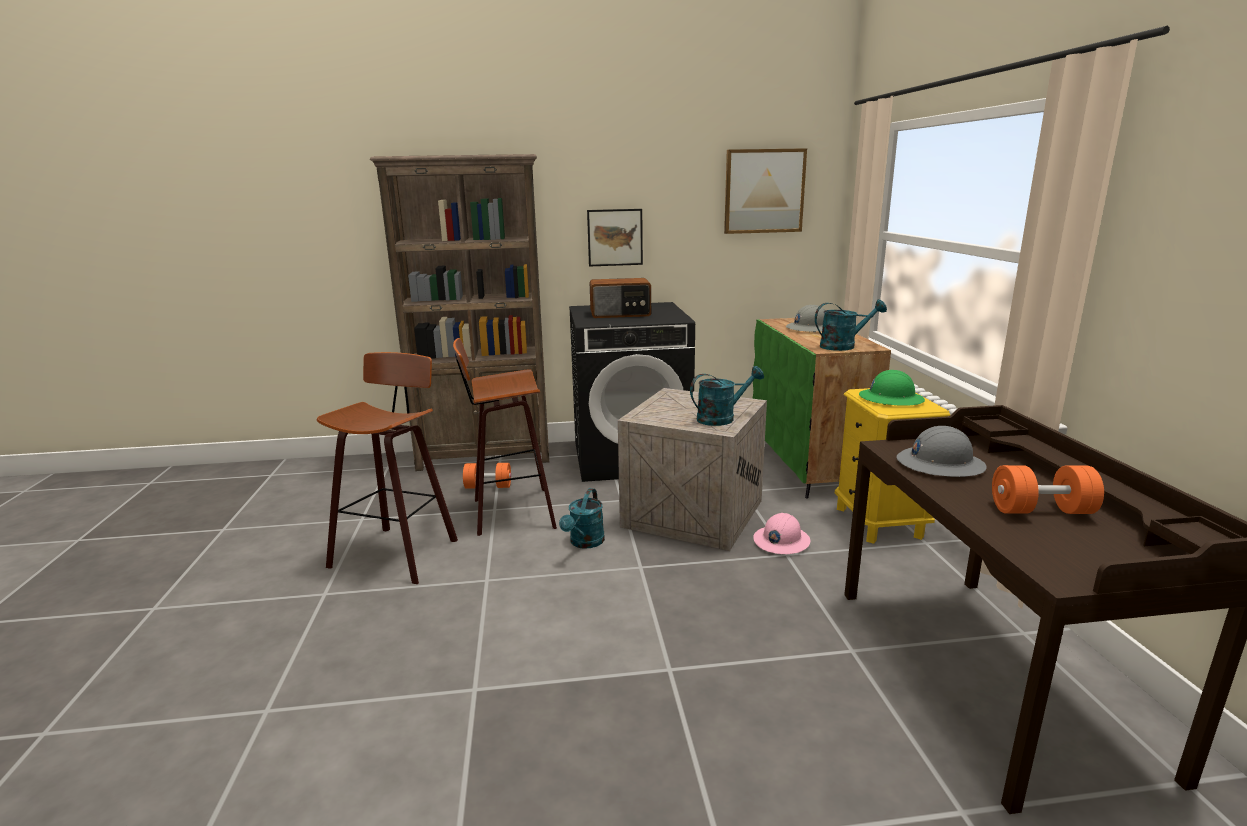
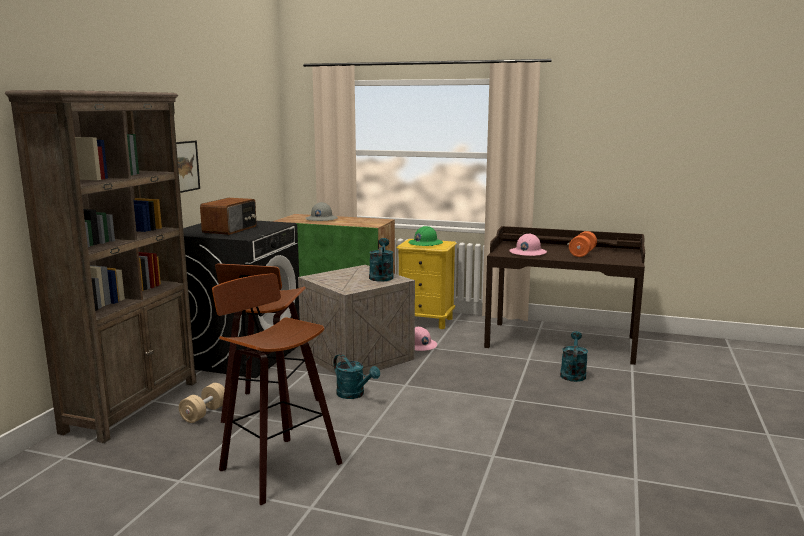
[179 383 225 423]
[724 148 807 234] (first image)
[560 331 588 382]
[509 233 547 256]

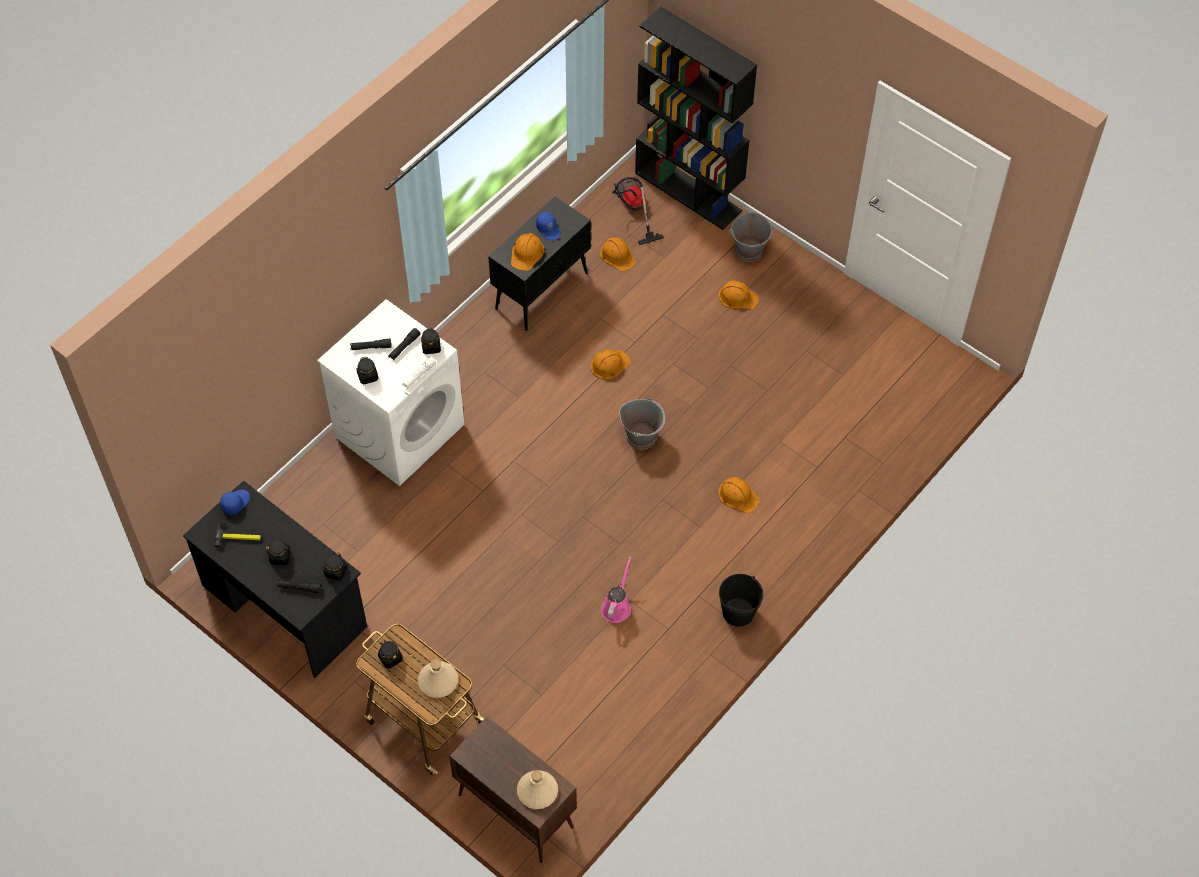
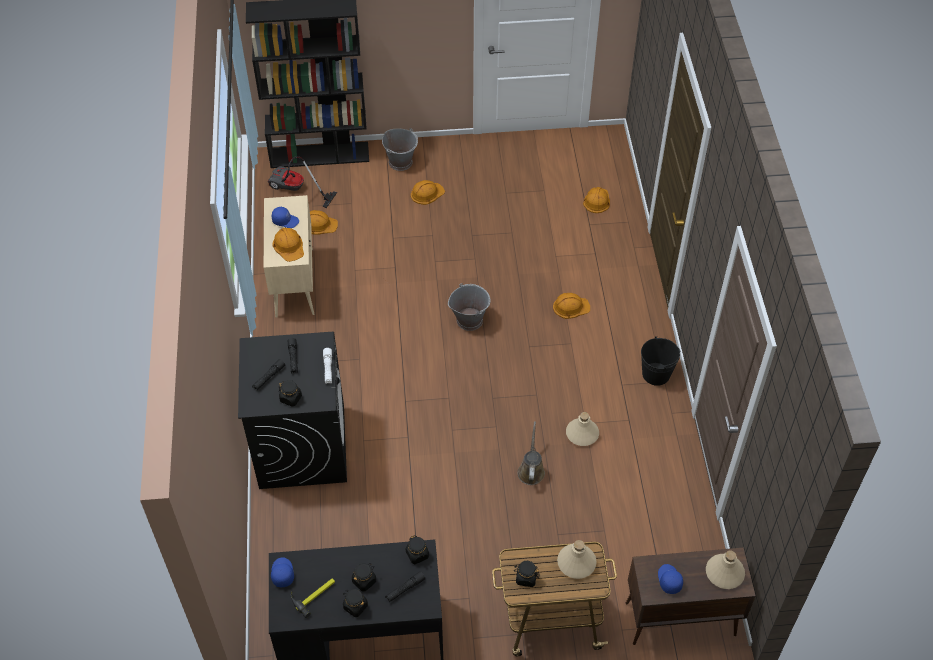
[238 332 347 489]
[343 589 368 617]
[264 195 314 318]
[583 187 610 213]
[566 412 599 446]
[518 422 545 485]
[658 564 683 594]

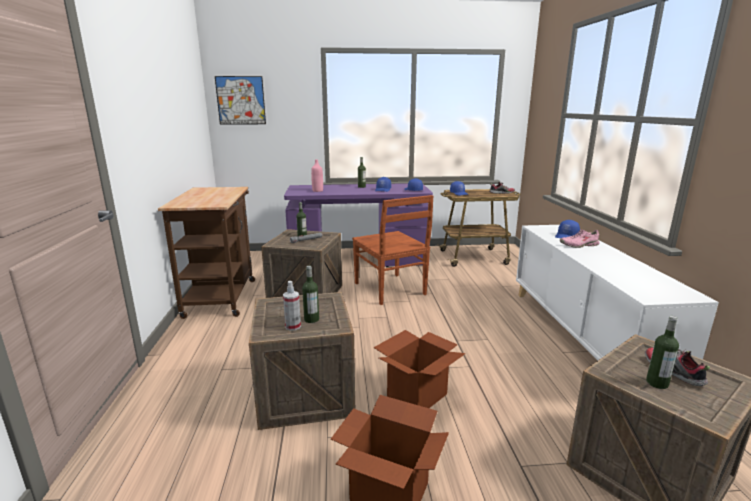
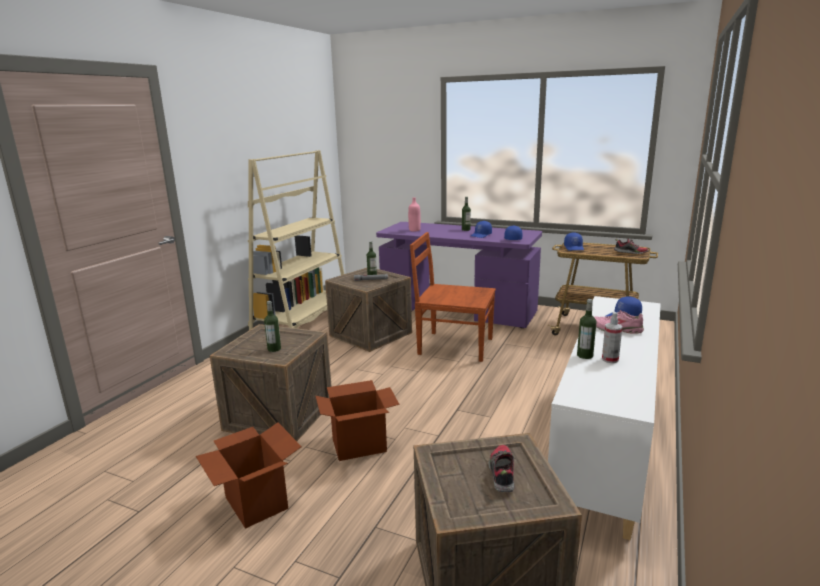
[248 150 344 330]
[215 76 266 125] (first image)
[602 312 622 363]
[410 232 496 362]
[577 299 596 359]

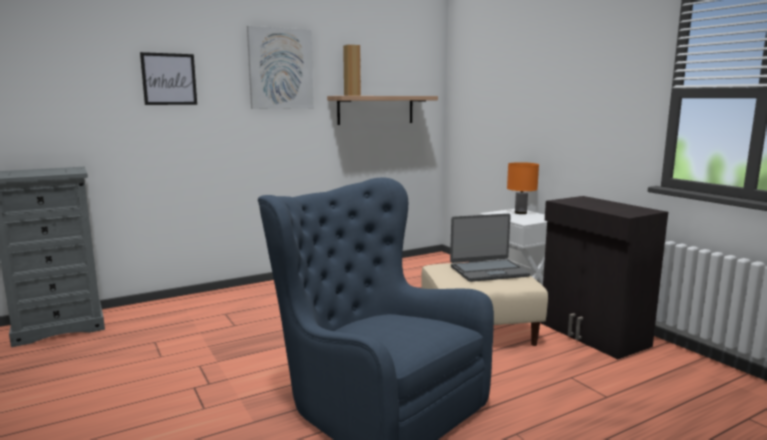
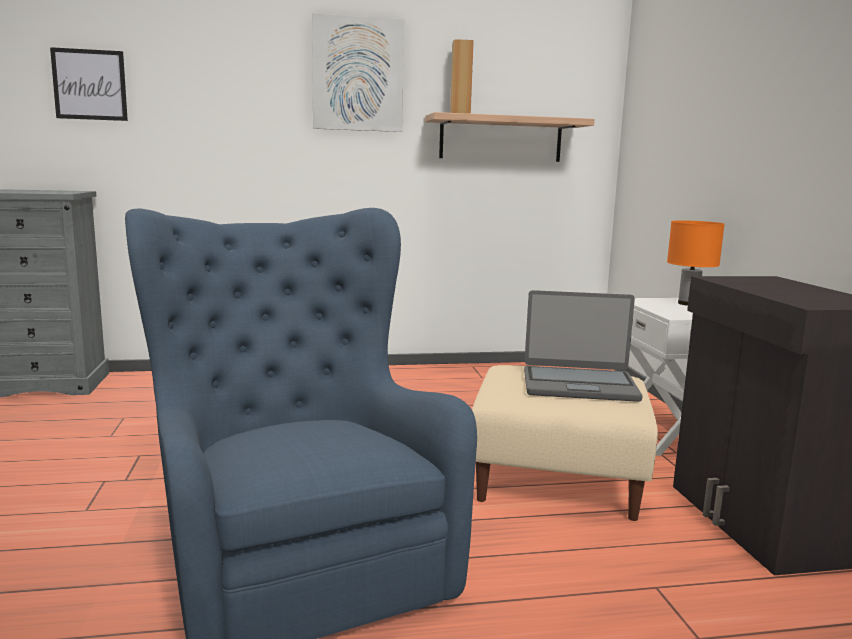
[50 47 128 121]

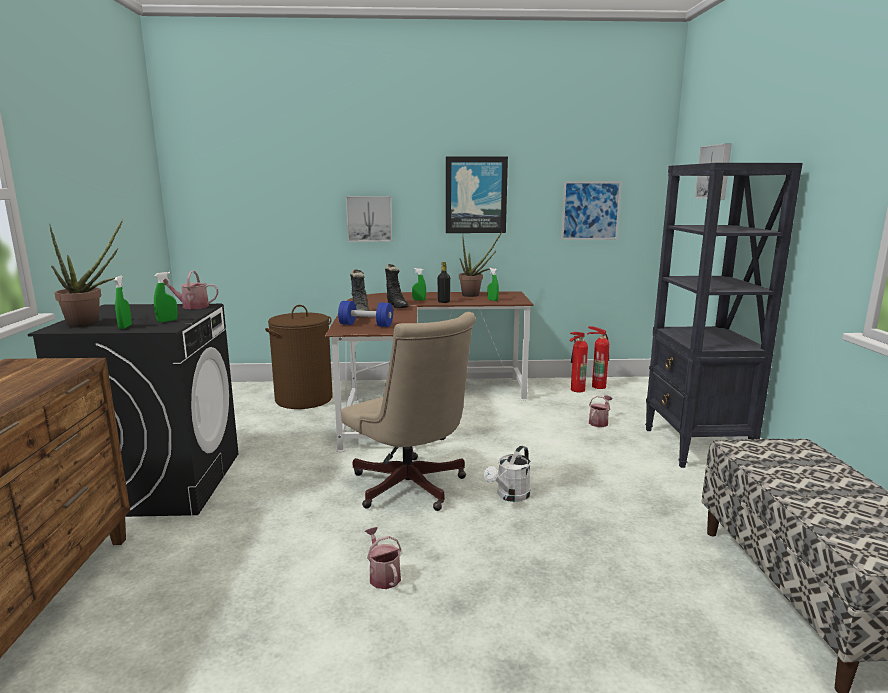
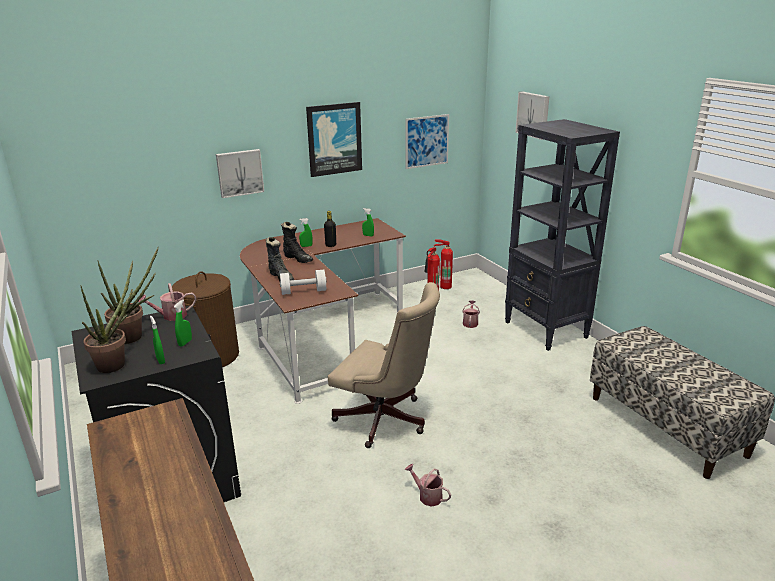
[280 270 327 295]
[98 247 159 344]
[484 446 531 502] (first image)

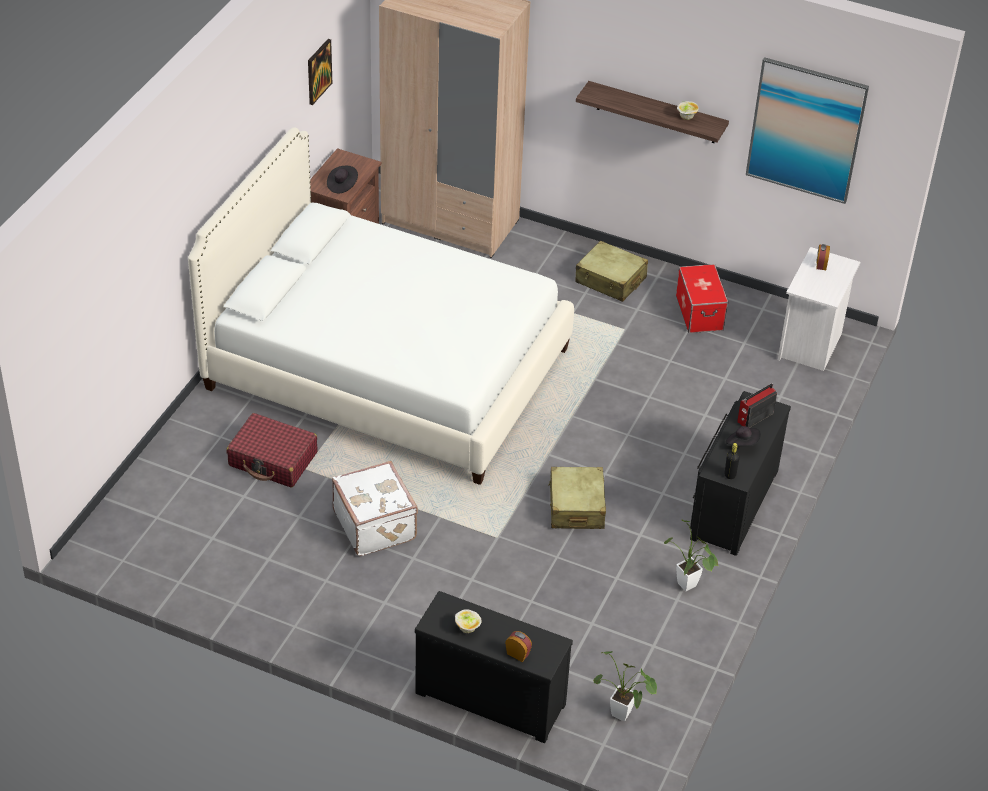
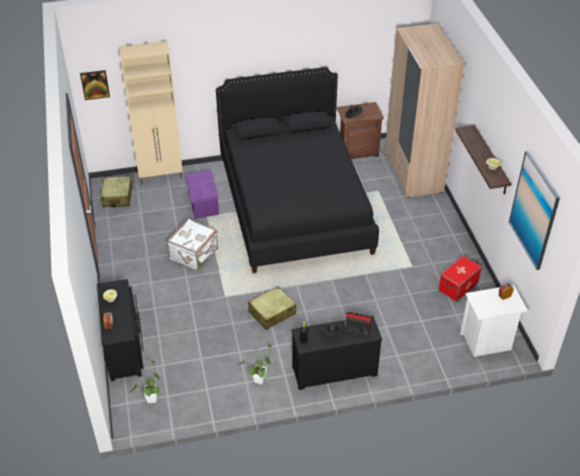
[216 67 379 273]
[185 170 219 219]
[80 70 110 100]
[101 176 132 207]
[119 41 183 185]

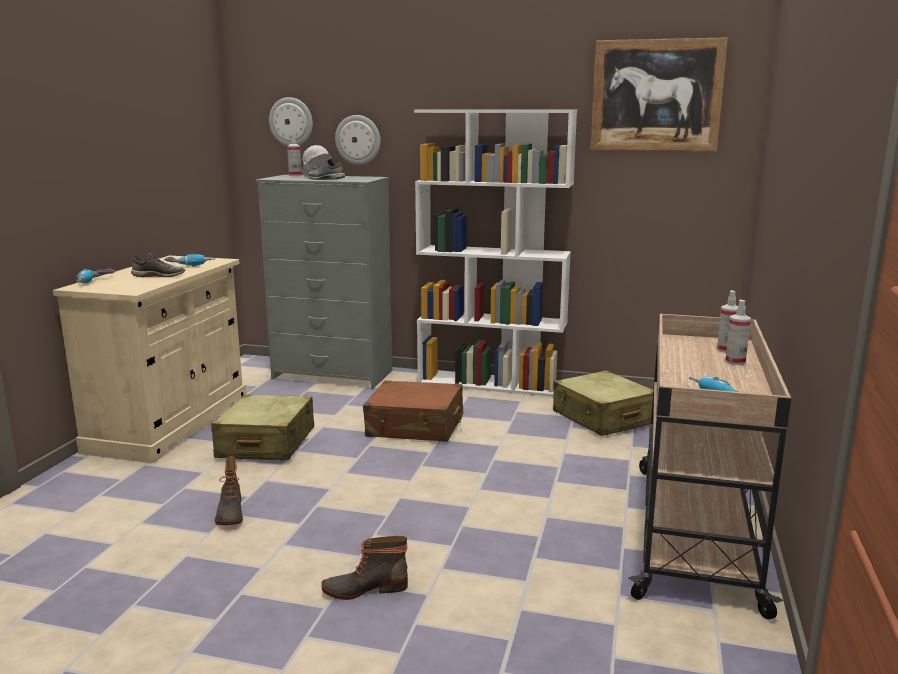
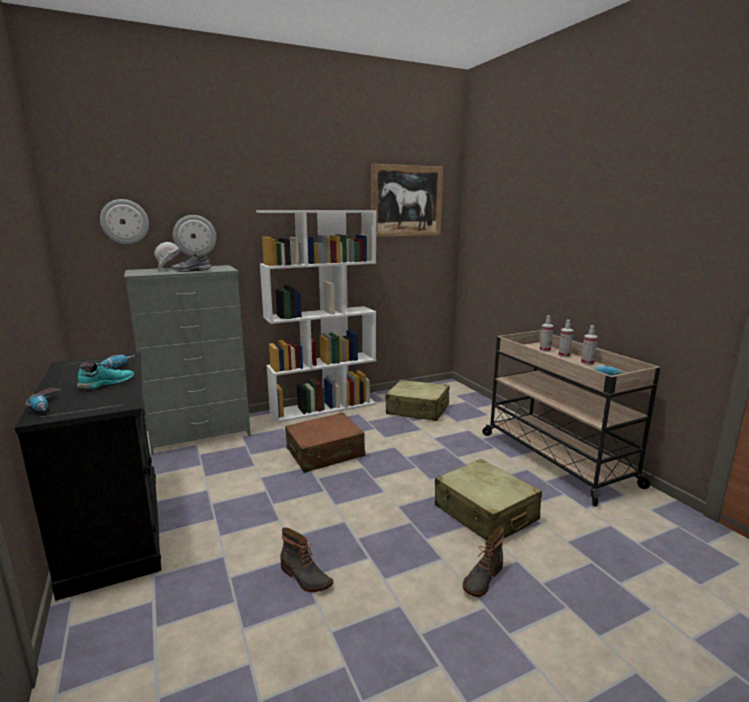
[15 353 161 601]
[77 363 134 390]
[435 459 542 541]
[581 325 598 365]

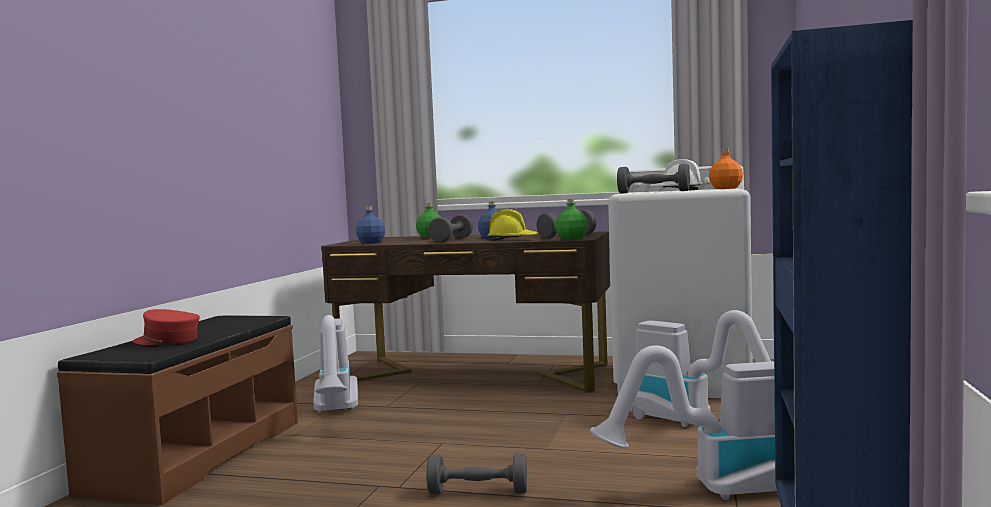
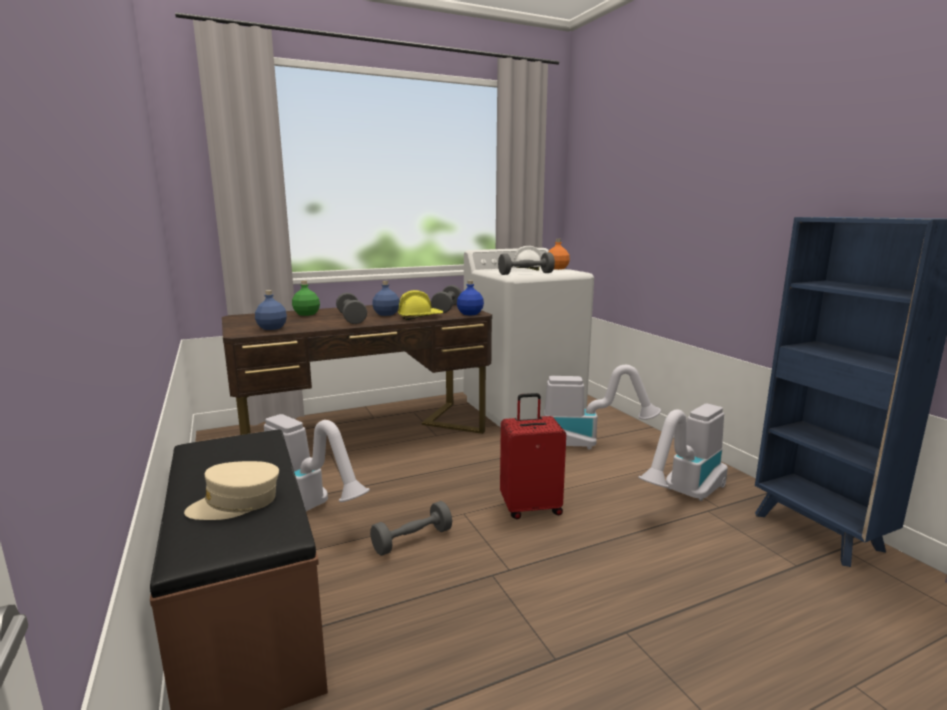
[184 461 279 520]
[370 501 452 556]
[457 280 484 315]
[500 393 566 519]

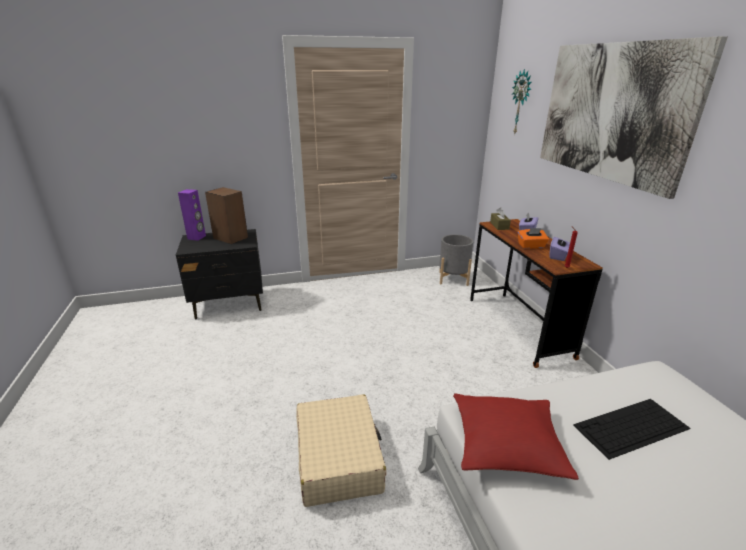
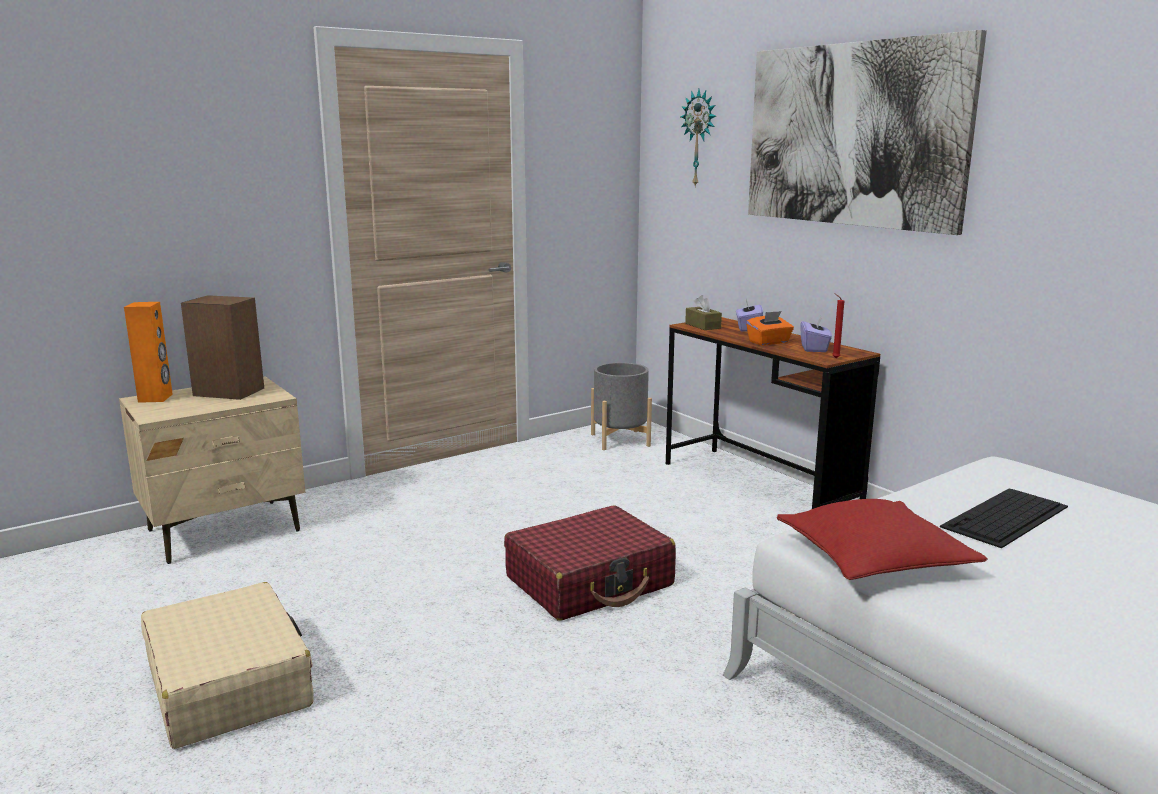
[119 376 305 564]
[124 302 173 403]
[141 582 313 749]
[504 505 676 621]

